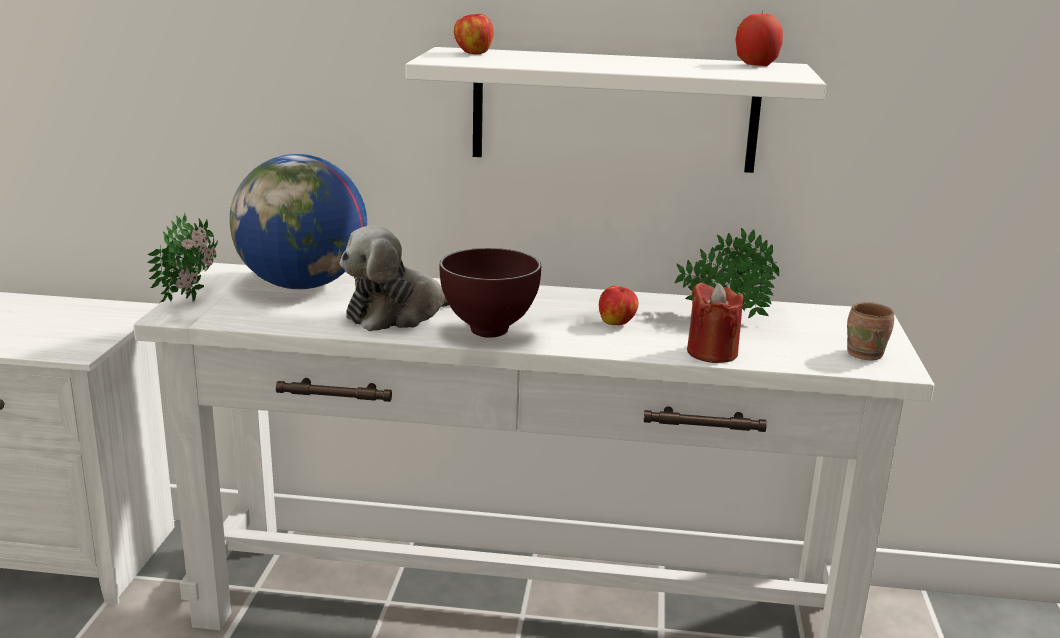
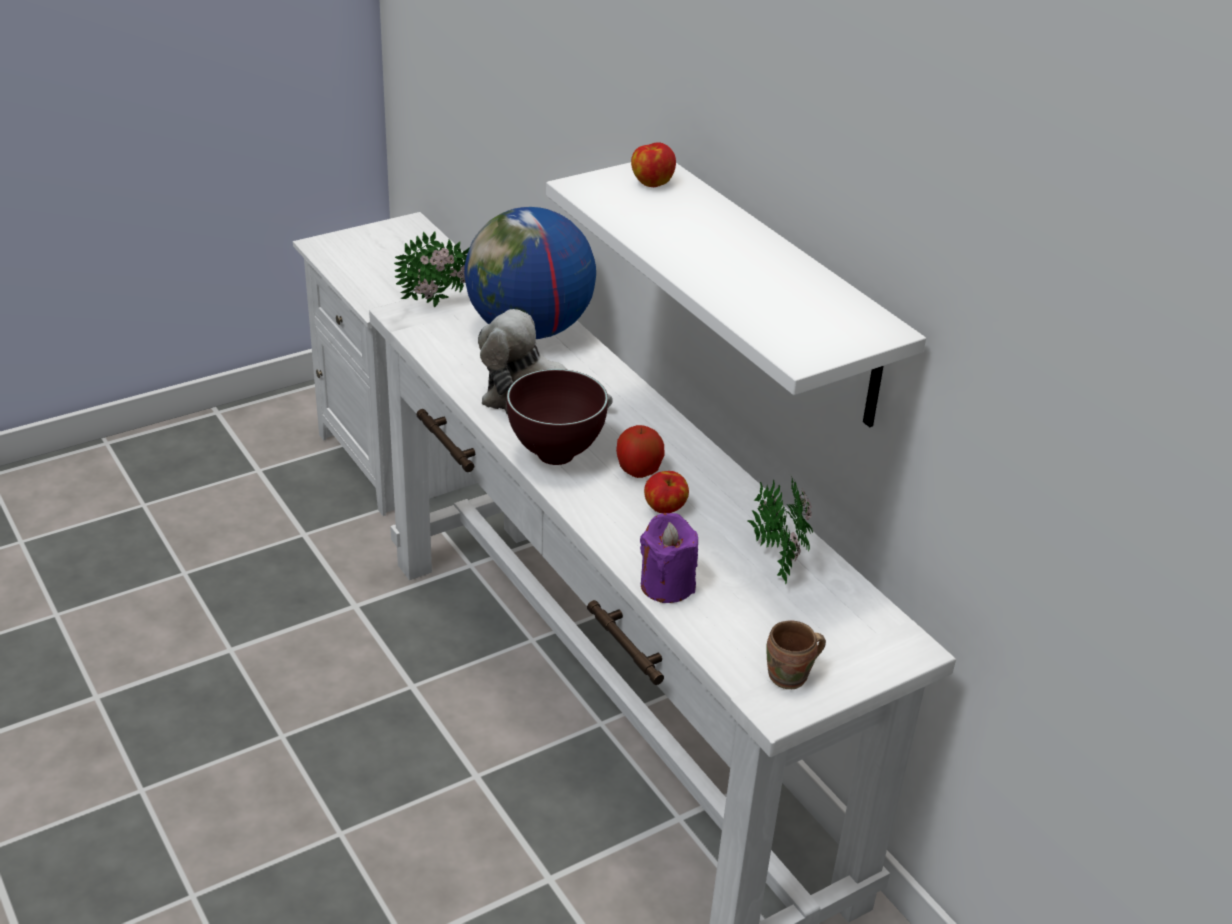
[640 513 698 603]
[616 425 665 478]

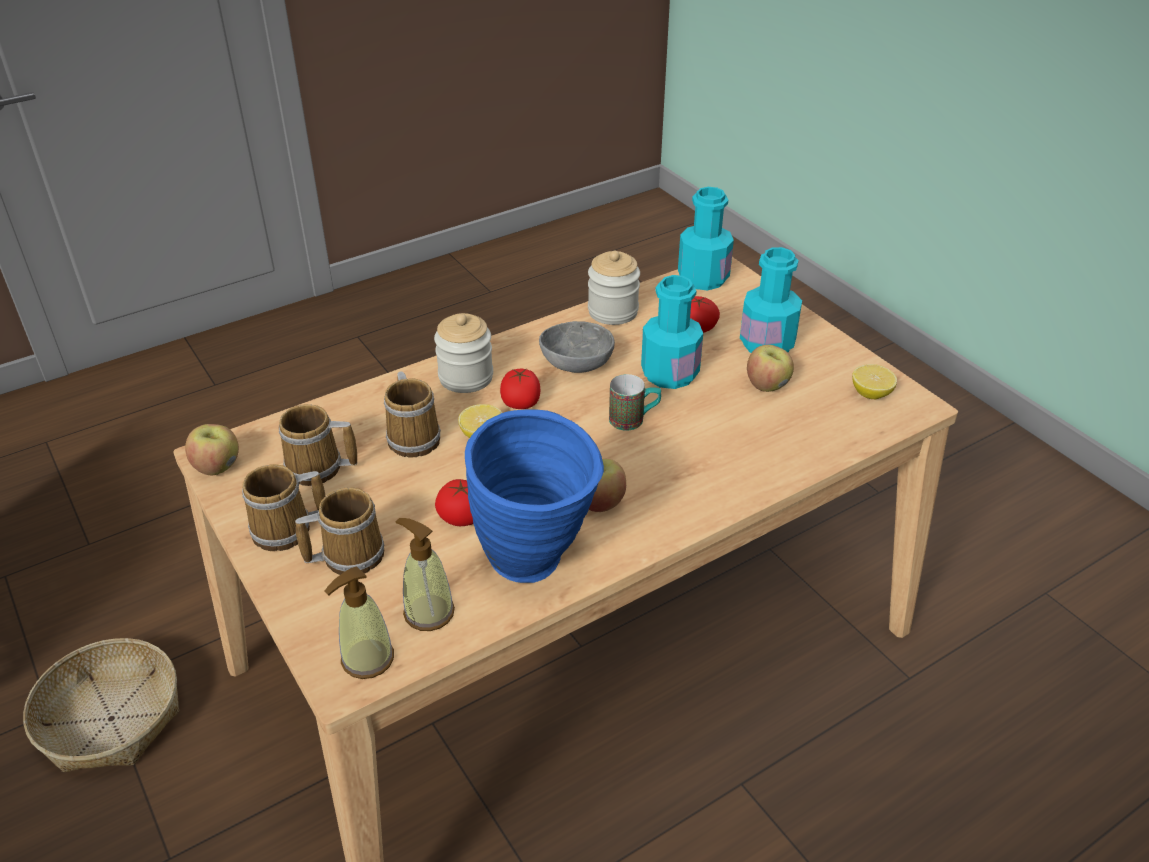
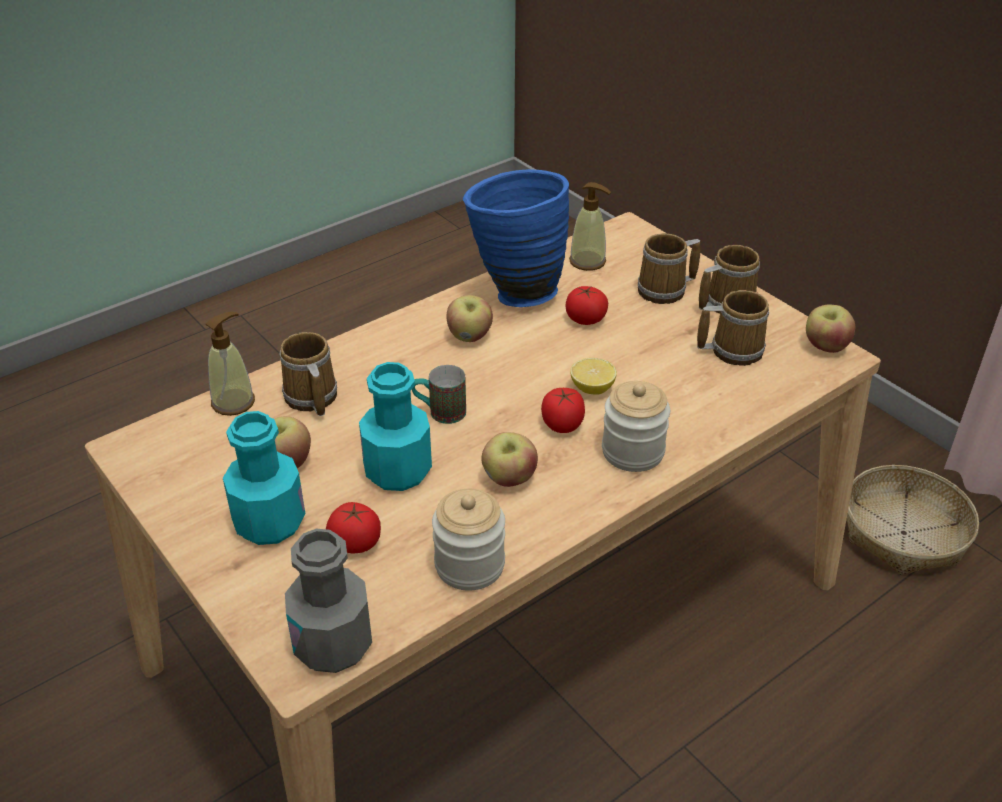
[206 312 255 416]
[279 332 337 416]
[481 432 538 487]
[285 529 372 673]
[852 364 897 399] (first image)

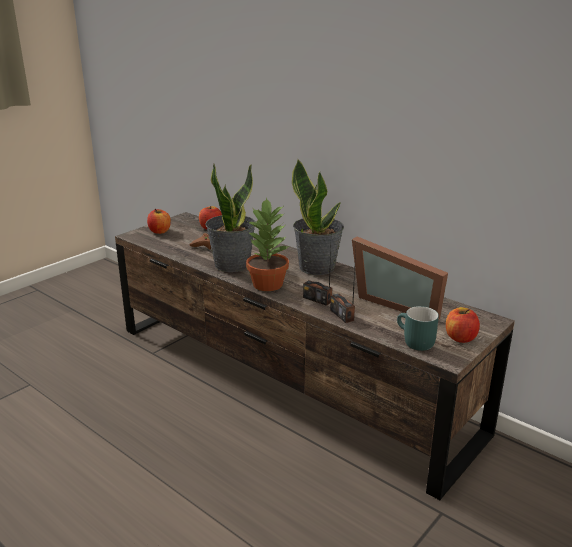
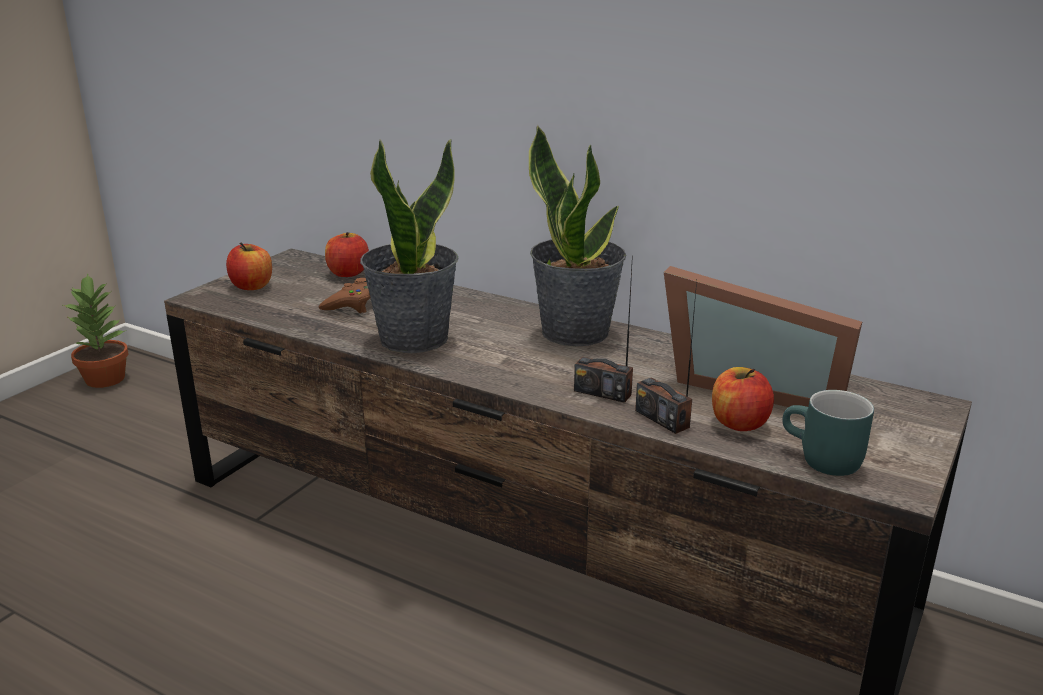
[61 273 128 388]
[712 367 774 431]

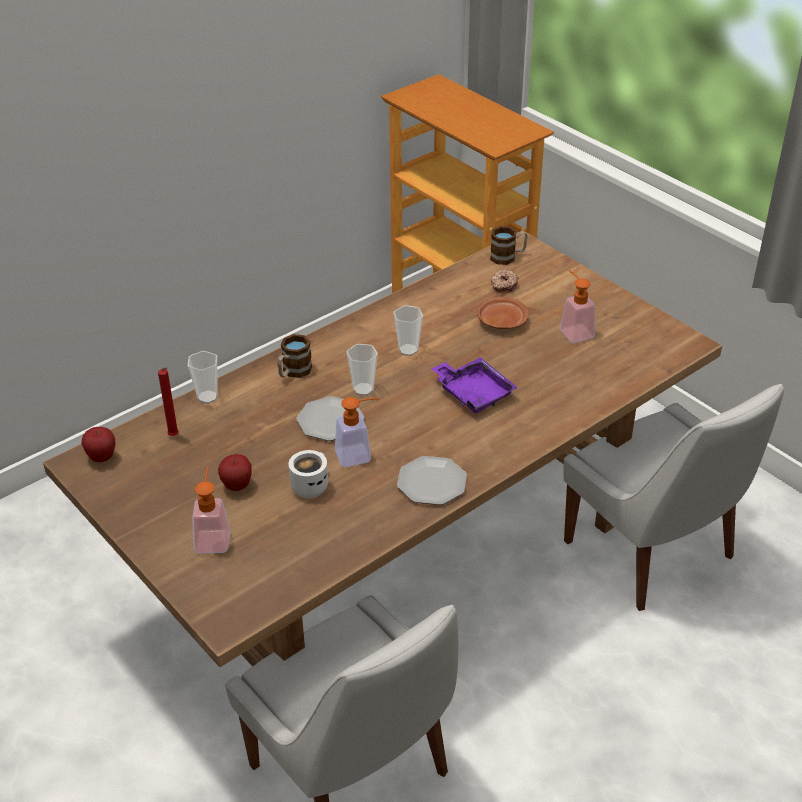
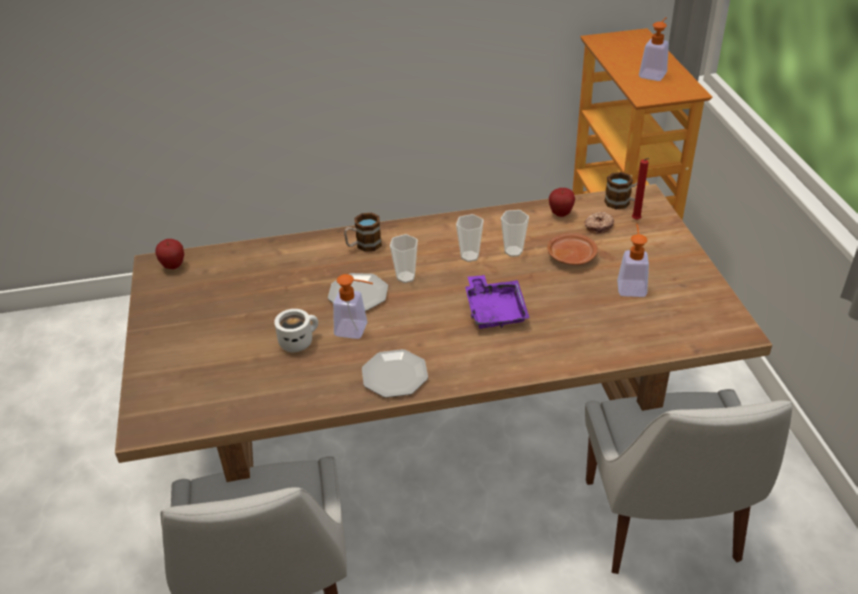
[632 158 649 220]
[501 210 529 257]
[639 17 669 81]
[549 188 575 217]

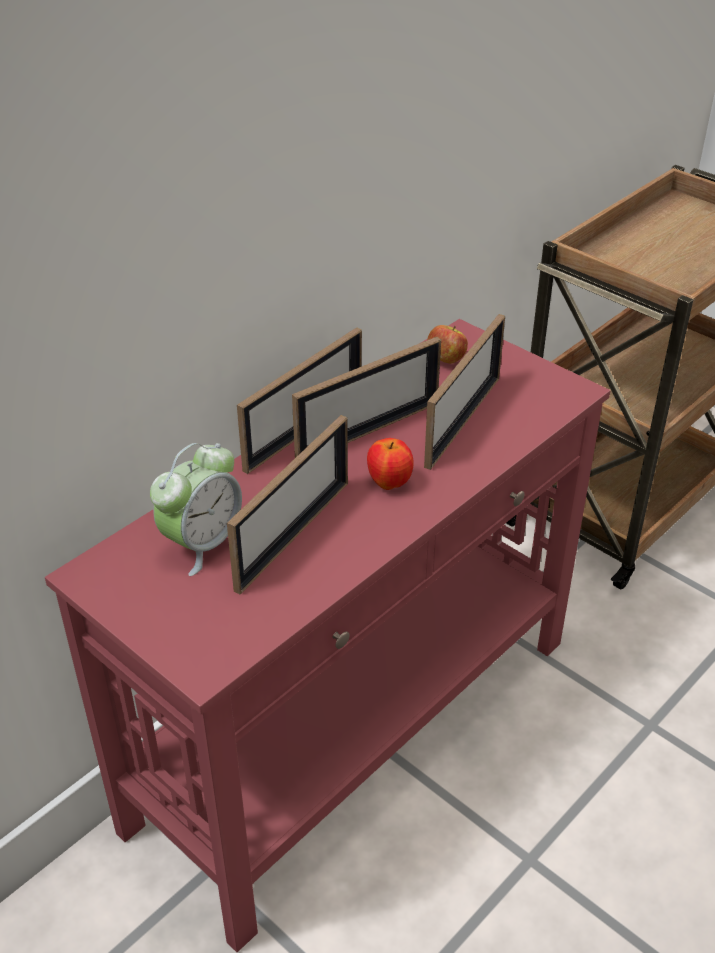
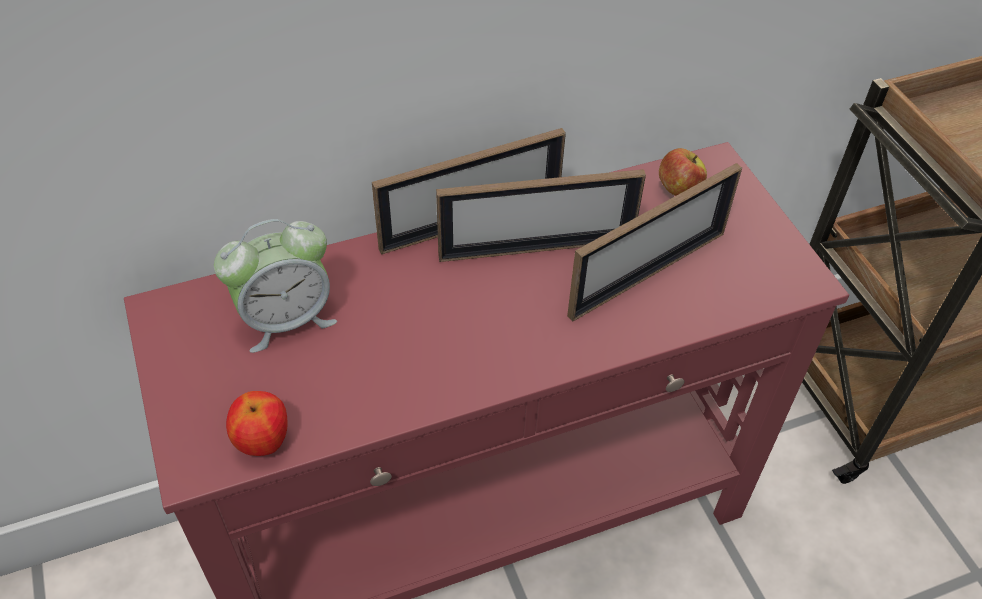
[227 415 348 594] (first image)
[226 391 288 456]

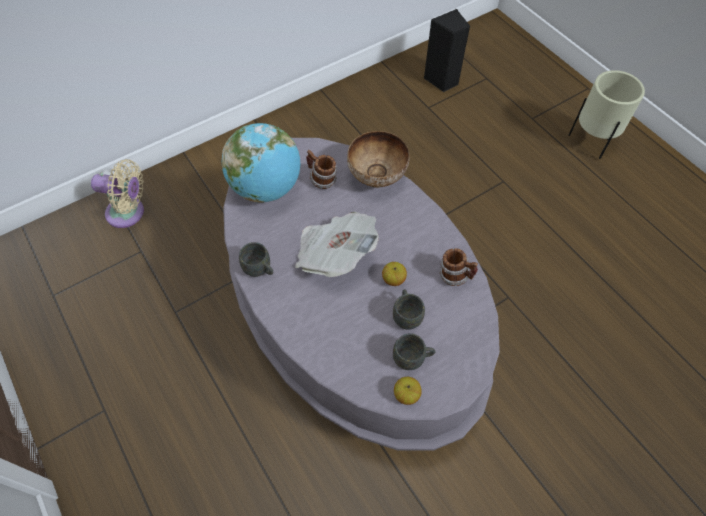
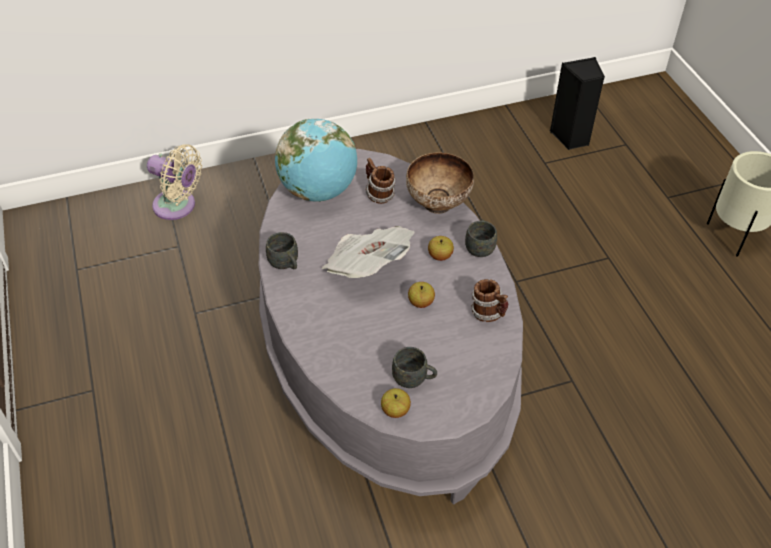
[465 220 497 257]
[428 236 454 261]

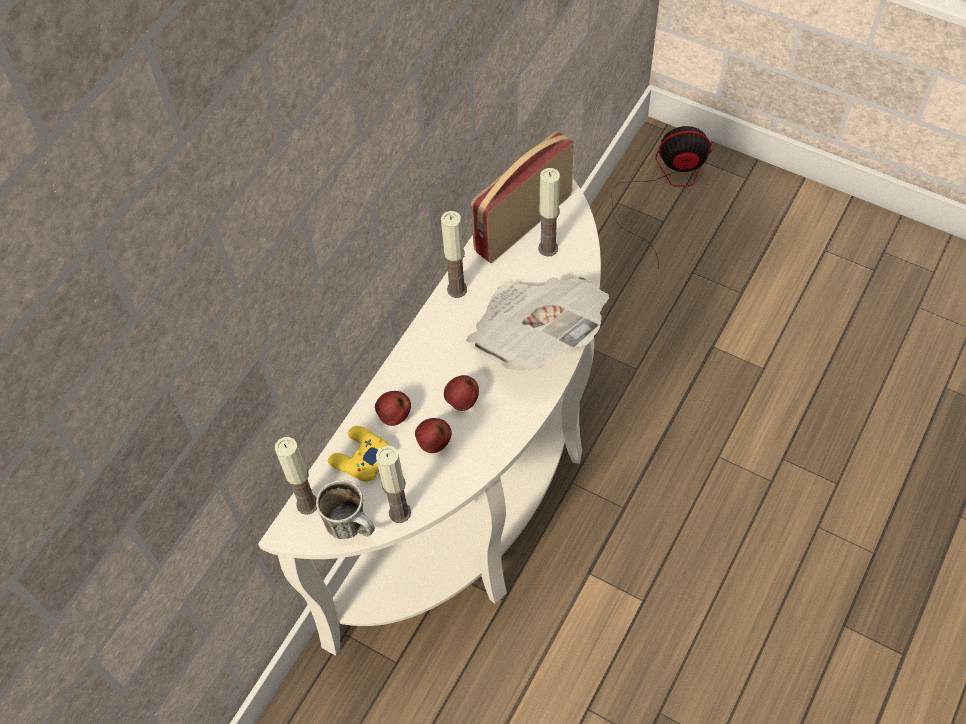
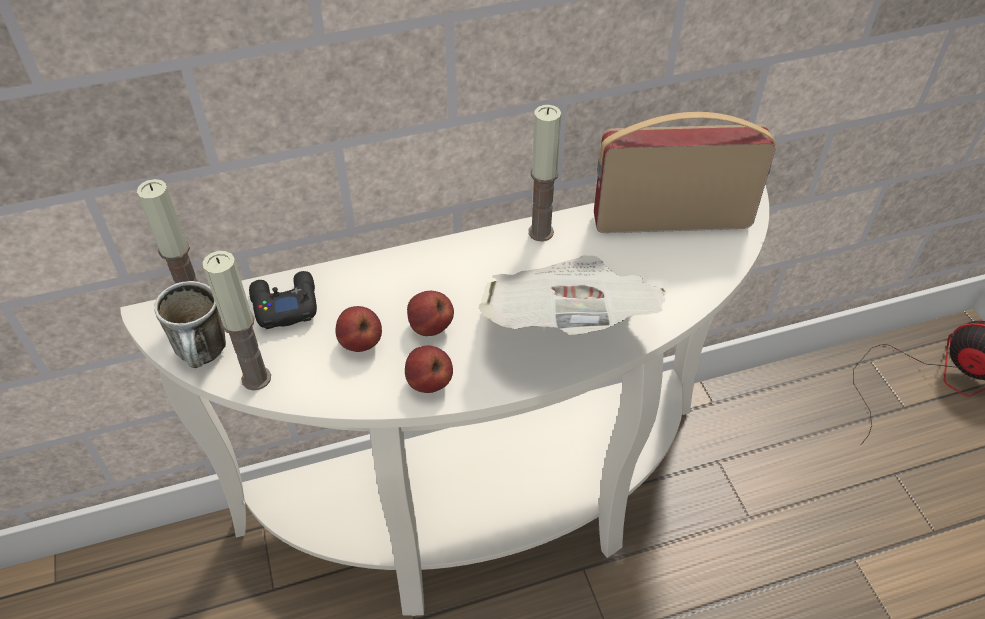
[249 271 317 329]
[405 346 453 393]
[538 168 560 257] (first image)

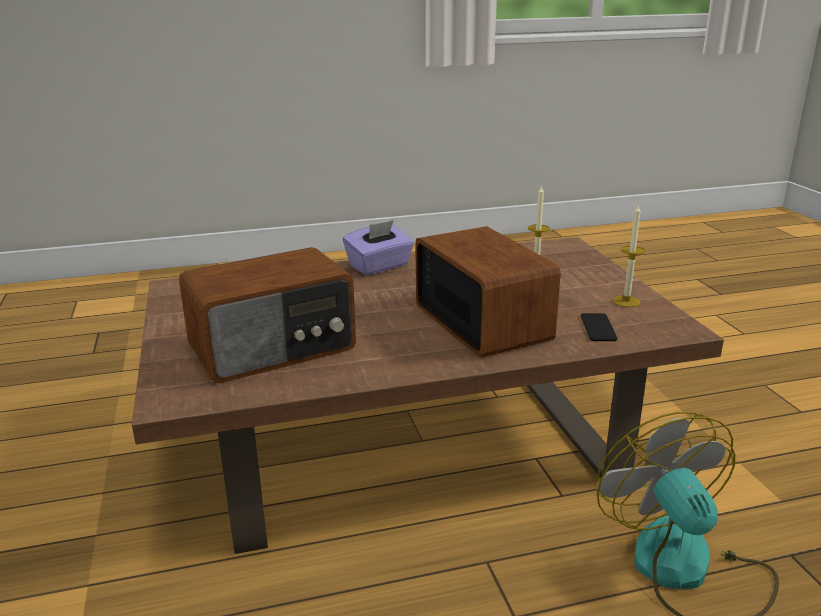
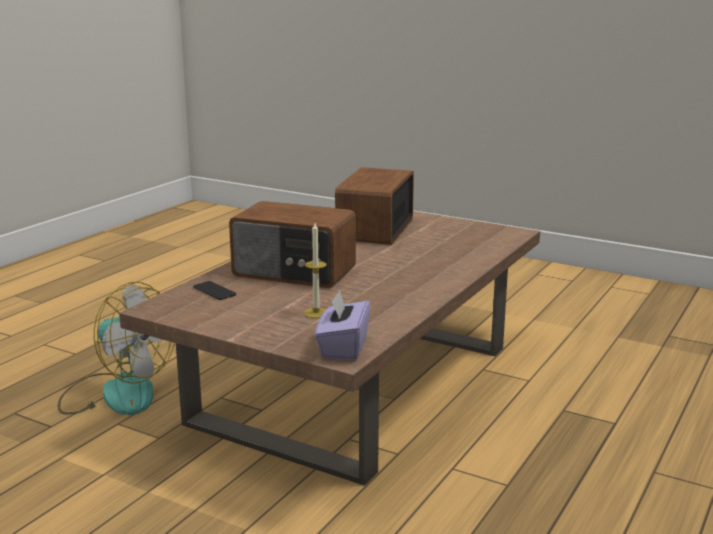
[315 290 370 360]
[613 205 645 307] (first image)

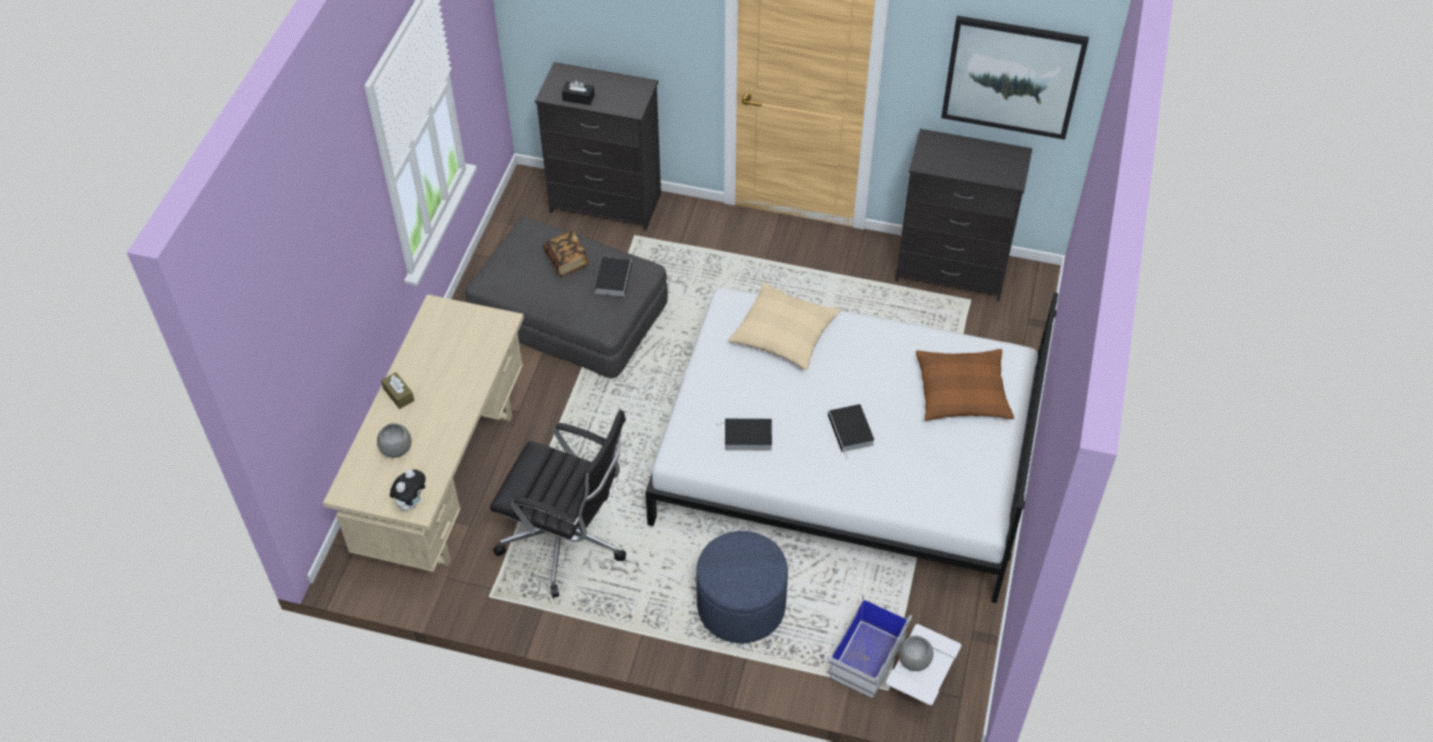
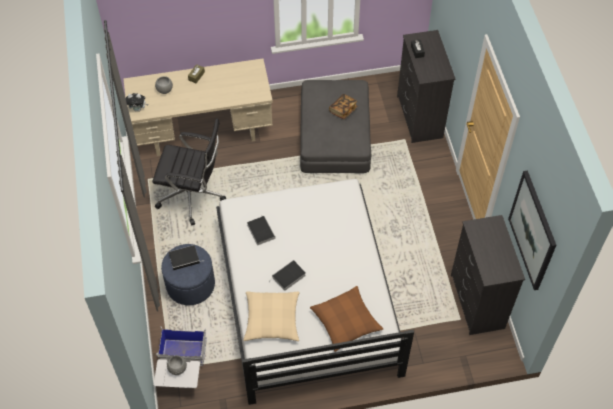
[152 118 226 225]
[169 245 203 270]
[243 291 300 341]

